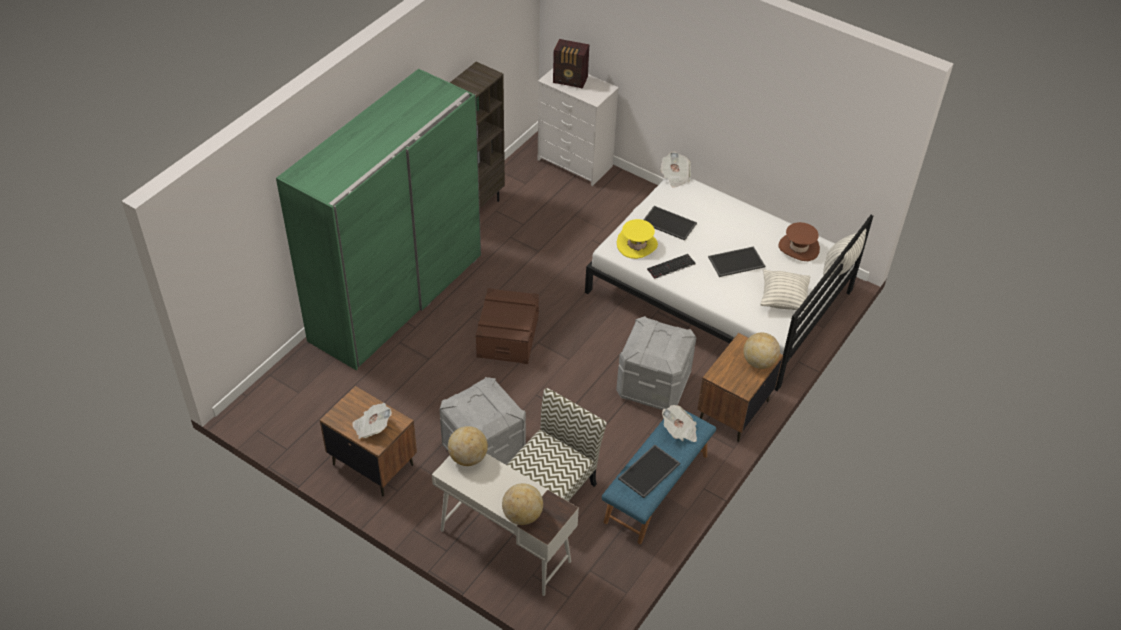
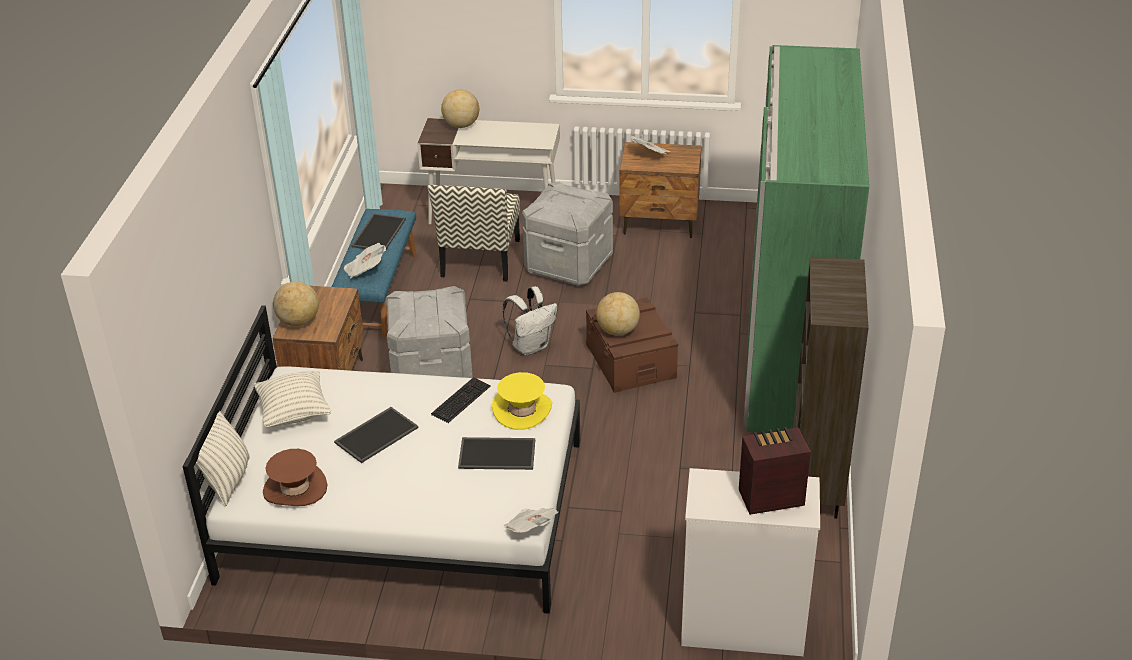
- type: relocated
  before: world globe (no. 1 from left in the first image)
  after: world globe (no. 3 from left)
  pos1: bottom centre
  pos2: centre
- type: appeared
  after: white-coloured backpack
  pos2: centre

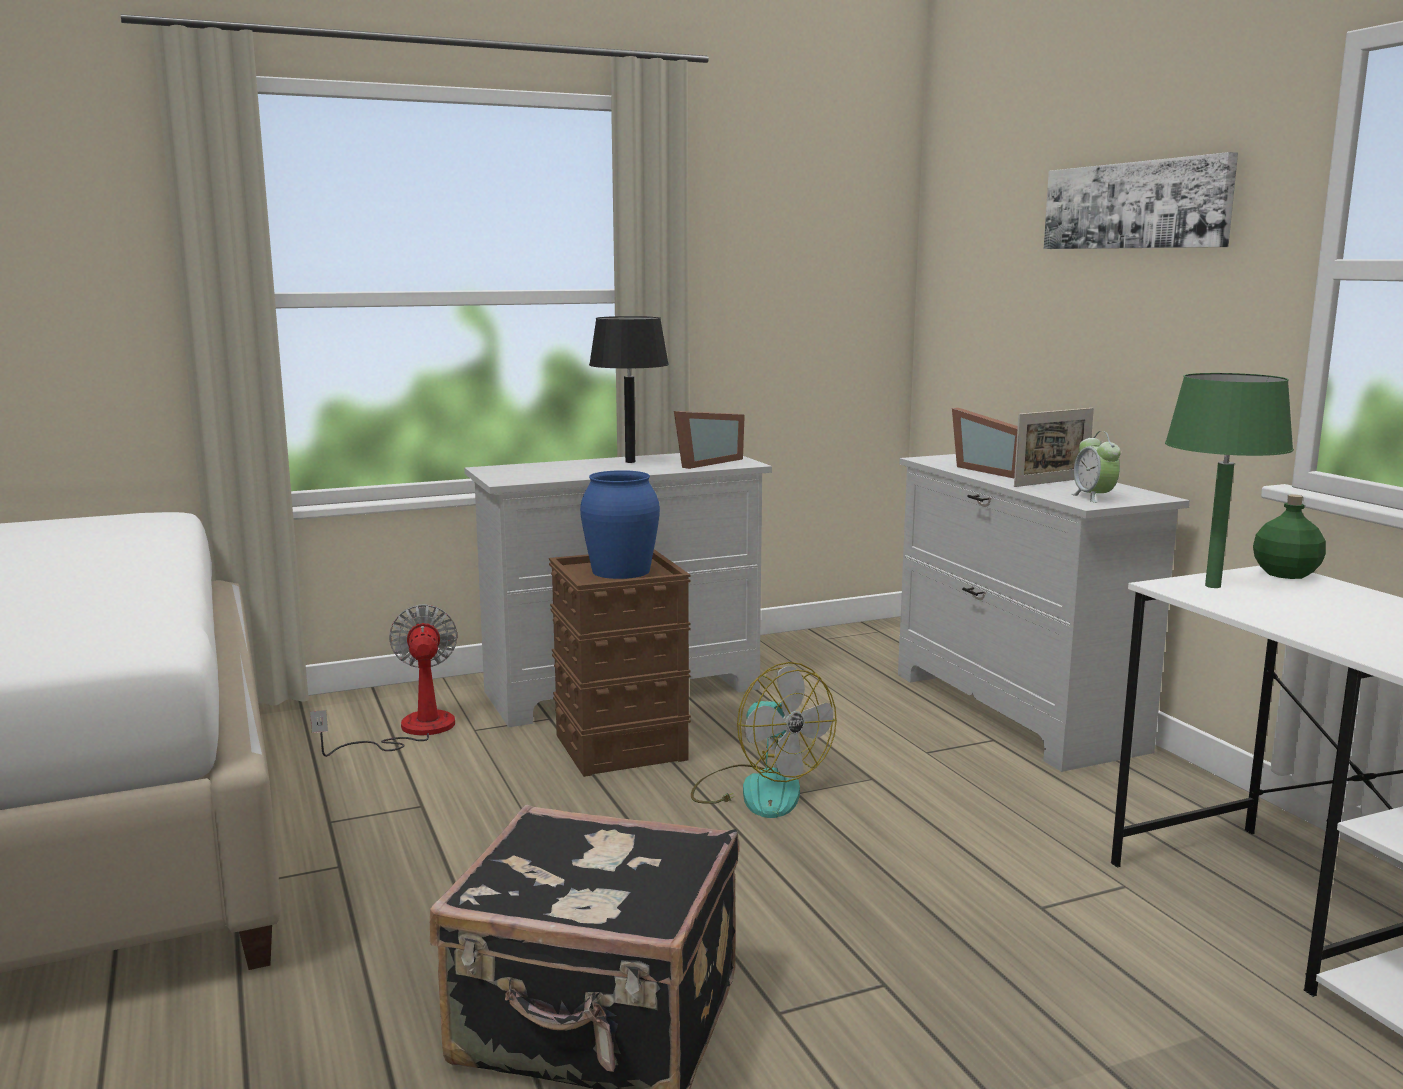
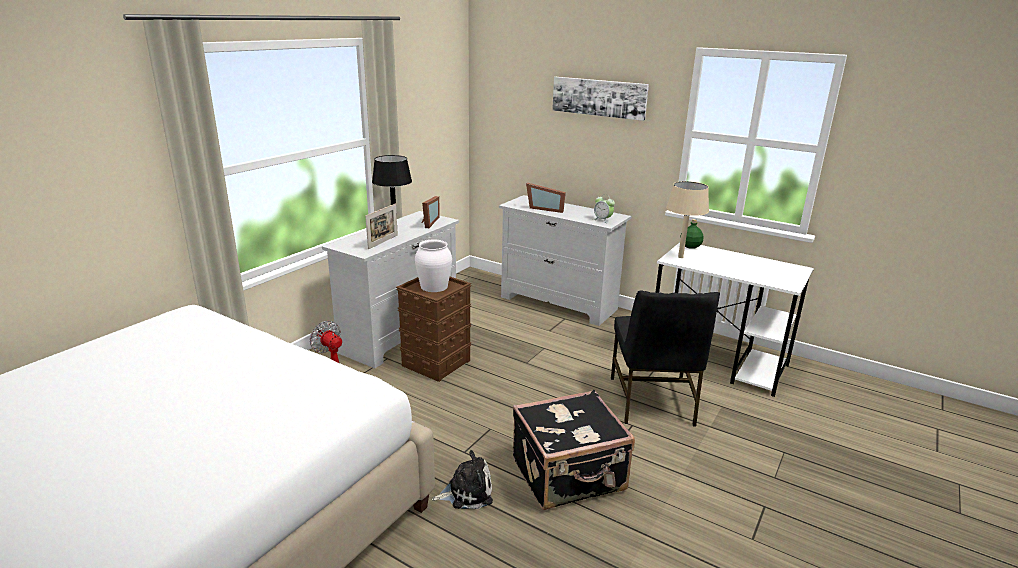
- type: colour
  before: greenish lamp for a table
  after: beige lamp for a table
  pos1: middle right
  pos2: middle right
- type: relocated
  before: standing frame (no. 3 from left in the first image)
  after: standing frame (no. 1 from left)
  pos1: middle right
  pos2: centre
- type: colour
  before: blue decorative vase
  after: white-coloured decorative vase
  pos1: centre
  pos2: centre
- type: missing
  before: fan (no. 2 from left)
  pos1: bottom centre
- type: appeared
  after: black-coloured plain chair
  pos2: centre
- type: appeared
  after: soft toy
  pos2: bottom centre

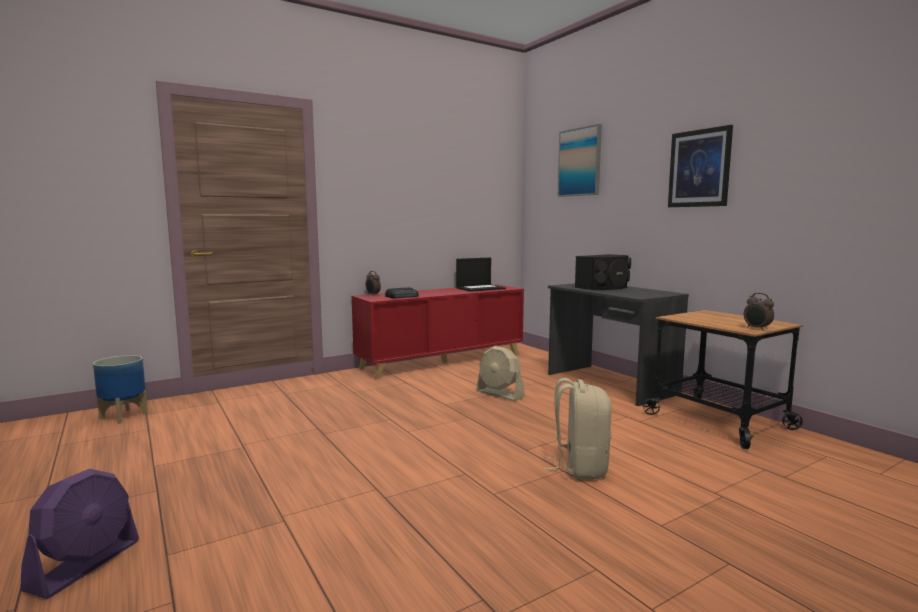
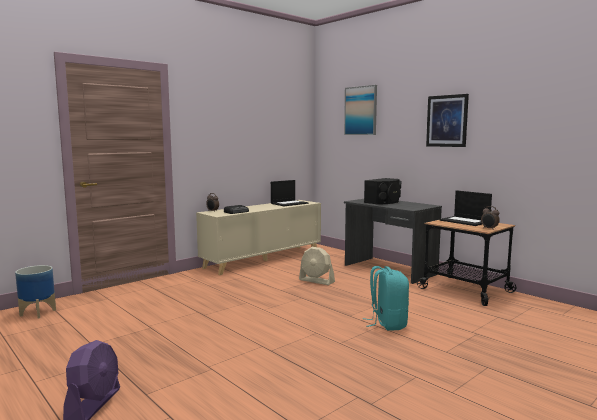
- type: colour
  before: red storage cabinet
  after: beige storage cabinet
  pos1: centre
  pos2: centre
- type: colour
  before: beige backpack
  after: turquoise backpack
  pos1: bottom centre
  pos2: bottom centre
- type: appeared
  after: laptop (no. 2 from left)
  pos2: middle right

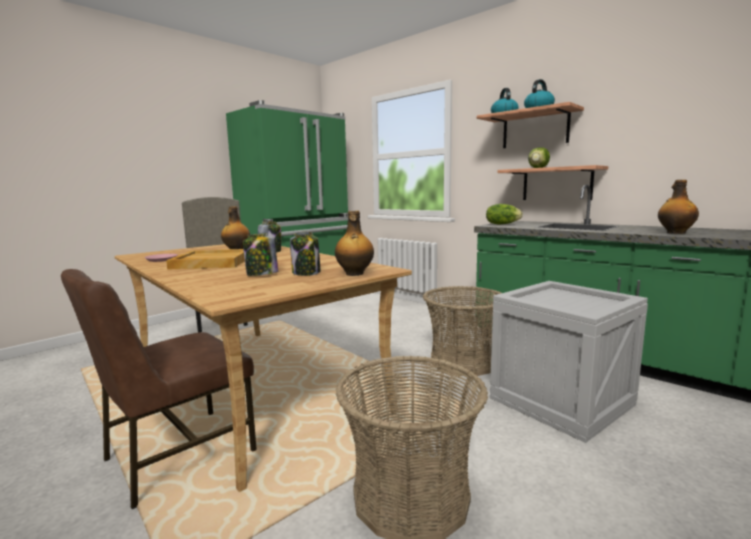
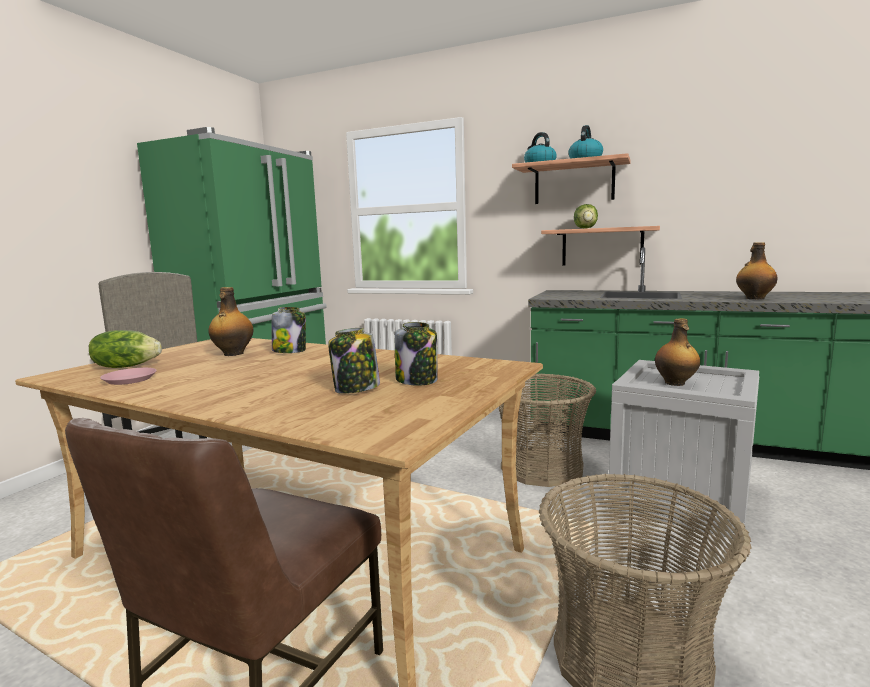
- type: relocated
  before: lettuce head (no. 1 from left)
  pos1: middle right
  pos2: middle left
- type: relocated
  before: bottle (no. 2 from left)
  pos1: centre
  pos2: middle right
- type: missing
  before: beige carrying tray
  pos1: middle left

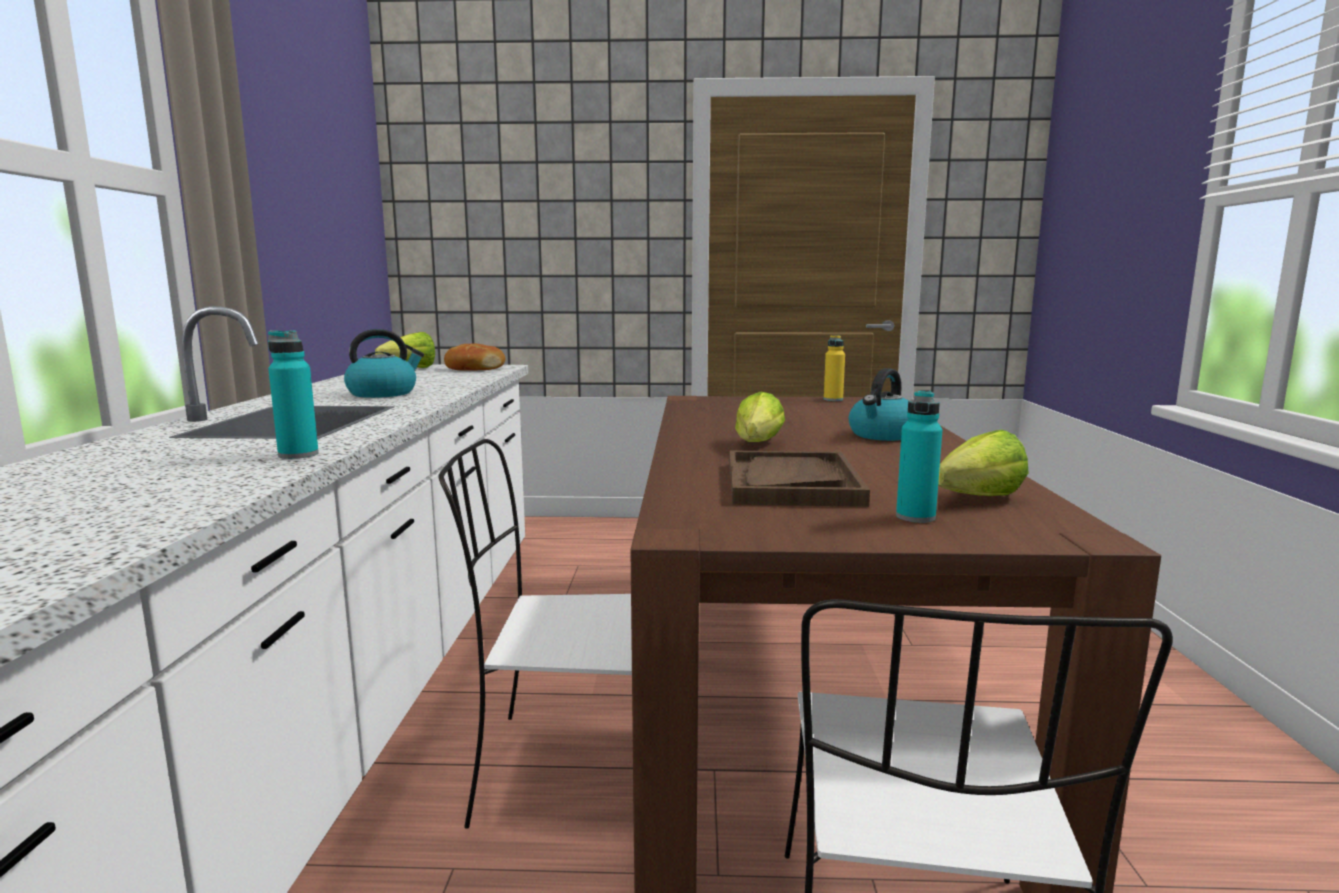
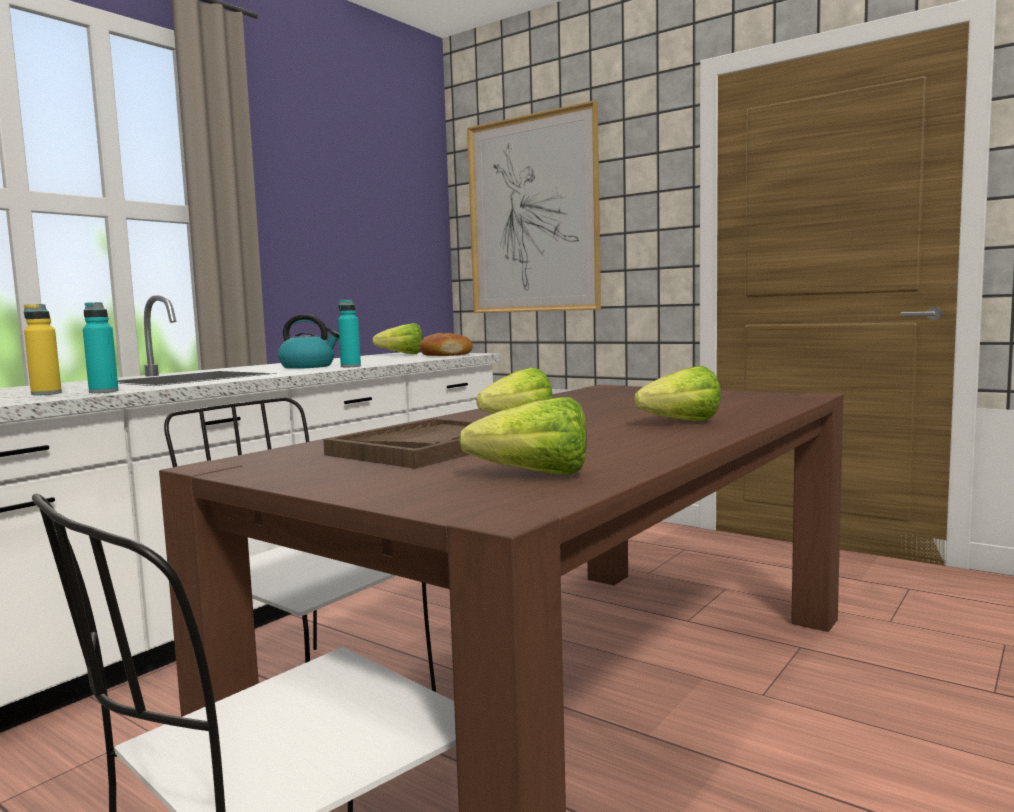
- type: relocated
  before: yellow-coloured bottle
  pos1: centre
  pos2: middle left
- type: exchanged
  before: kettle (no. 2 from left)
  after: lettuce head (no. 4 from left)
  pos1: centre
  pos2: middle right
- type: relocated
  before: turquoise bottle (no. 2 from left)
  pos1: middle right
  pos2: centre
- type: appeared
  after: picture
  pos2: top centre

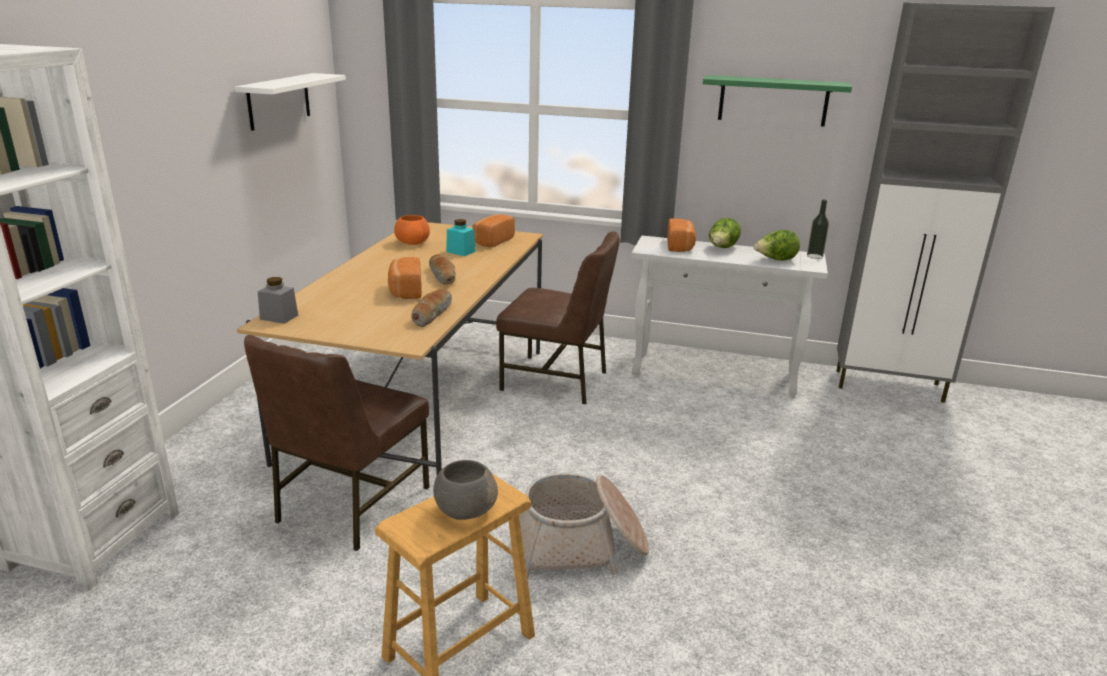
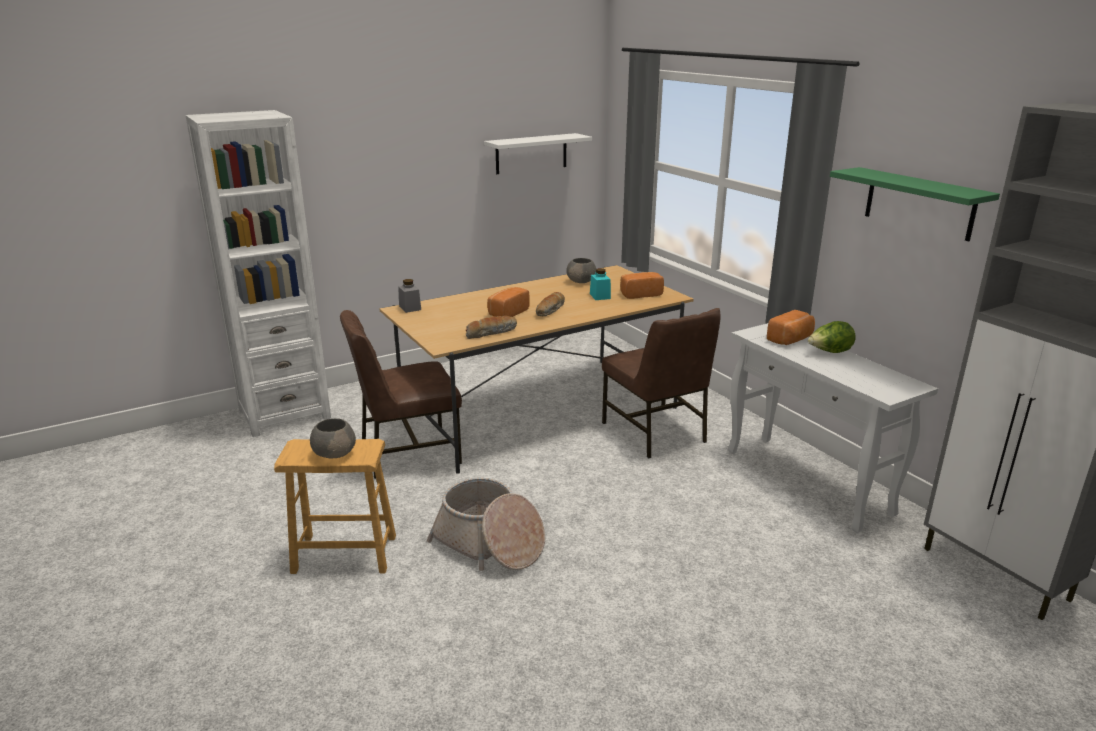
- type: missing
  before: bottle
  pos1: middle right
- type: colour
  before: orange deep dish
  after: grey deep dish (no. 2 from left)
  pos1: centre
  pos2: centre
- type: missing
  before: lettuce head (no. 2 from left)
  pos1: middle right

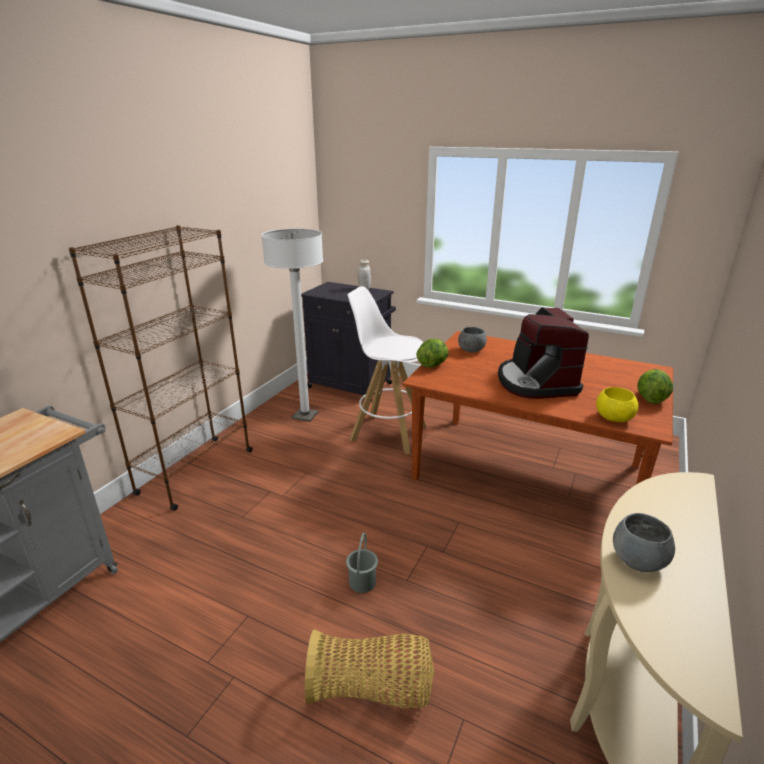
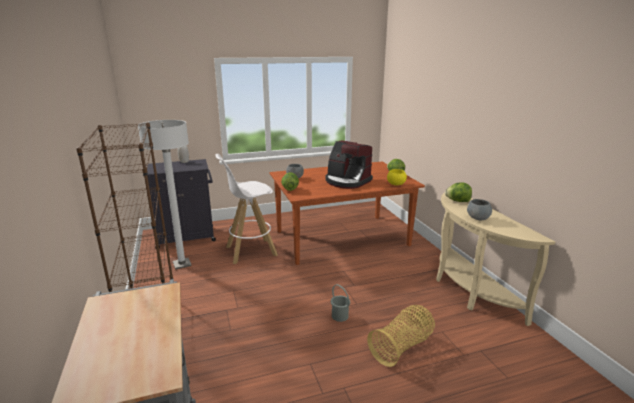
- type: appeared
  after: lettuce head (no. 3 from left)
  pos2: middle right

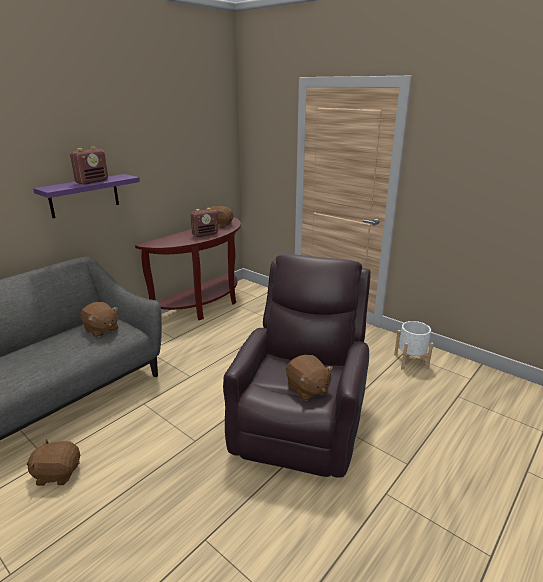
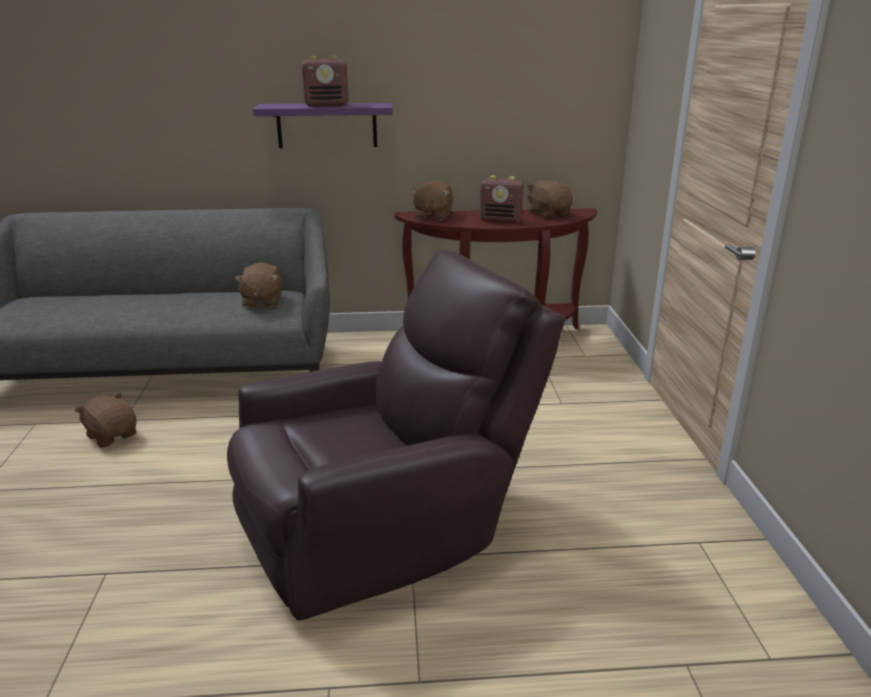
- type: missing
  before: white-coloured flower pot
  pos1: middle right
- type: relocated
  before: brown soft toy (no. 4 from left in the first image)
  after: brown soft toy (no. 3 from left)
  pos1: centre
  pos2: top centre

